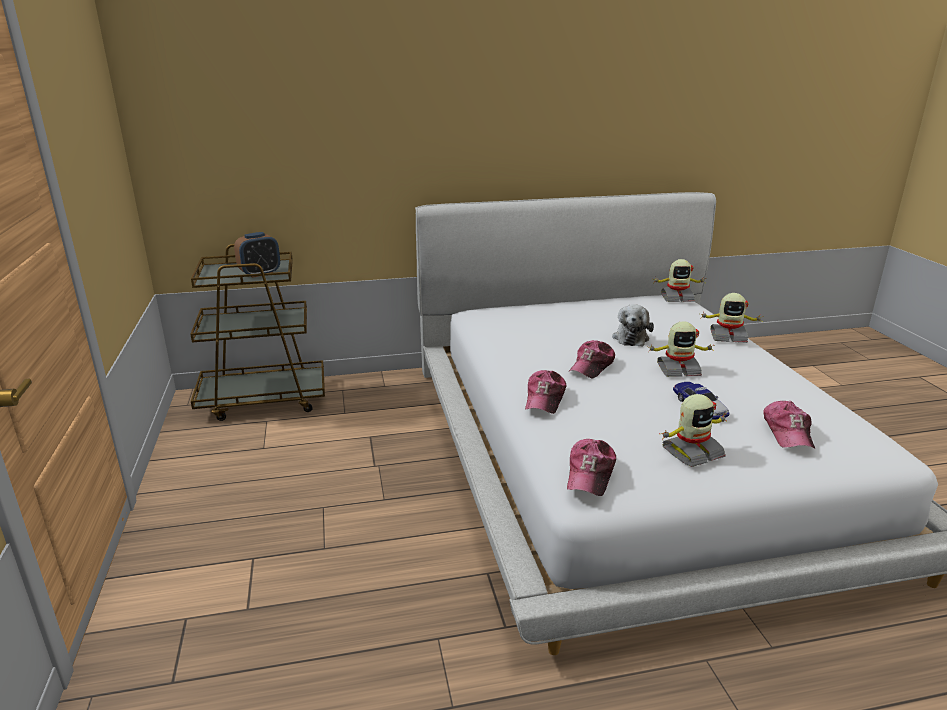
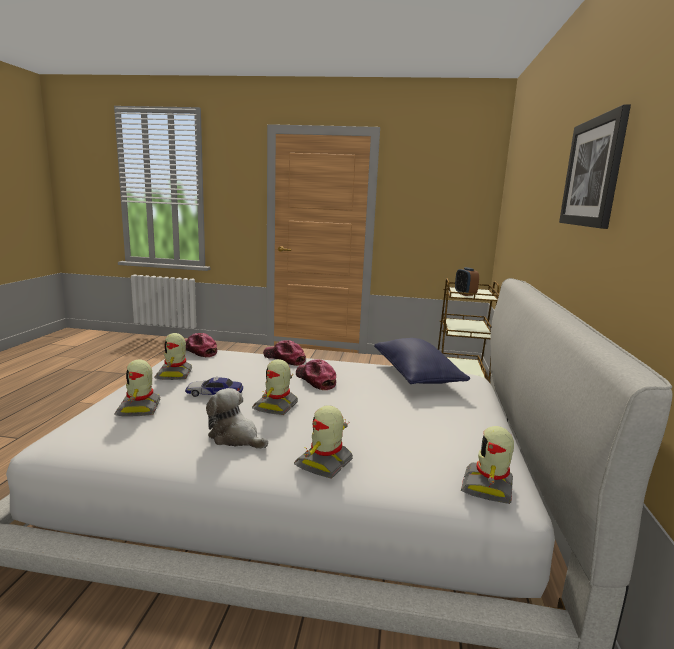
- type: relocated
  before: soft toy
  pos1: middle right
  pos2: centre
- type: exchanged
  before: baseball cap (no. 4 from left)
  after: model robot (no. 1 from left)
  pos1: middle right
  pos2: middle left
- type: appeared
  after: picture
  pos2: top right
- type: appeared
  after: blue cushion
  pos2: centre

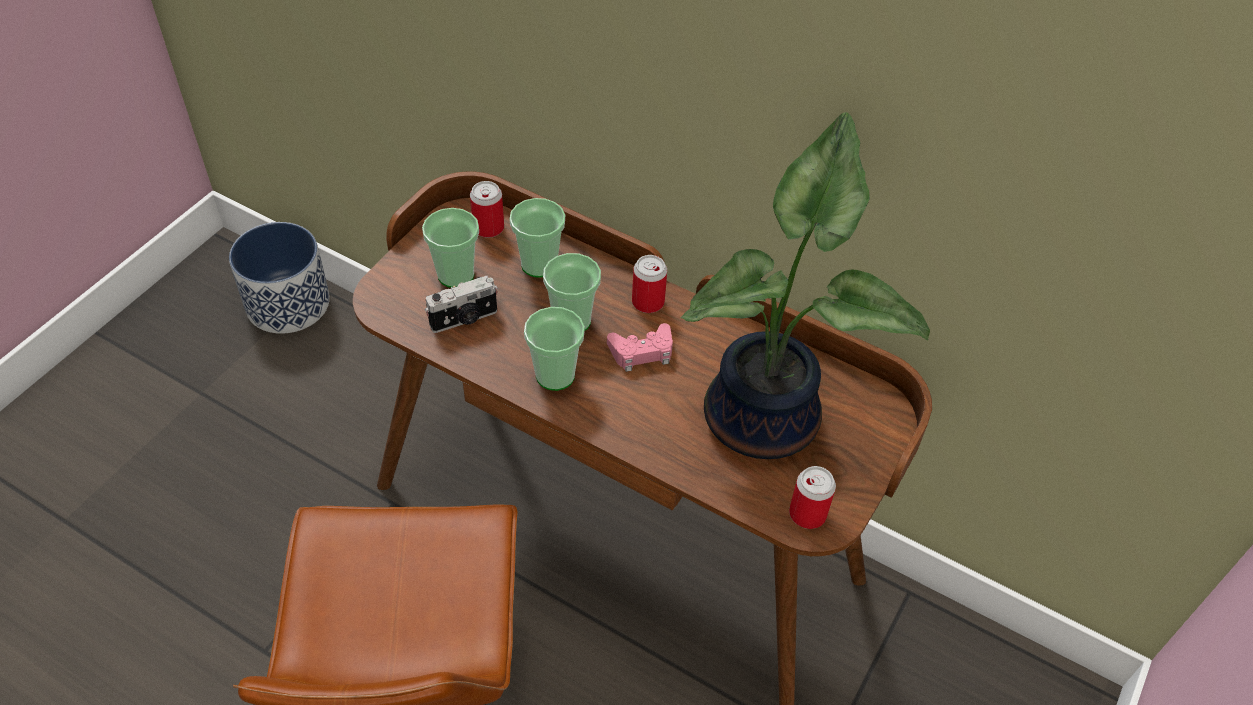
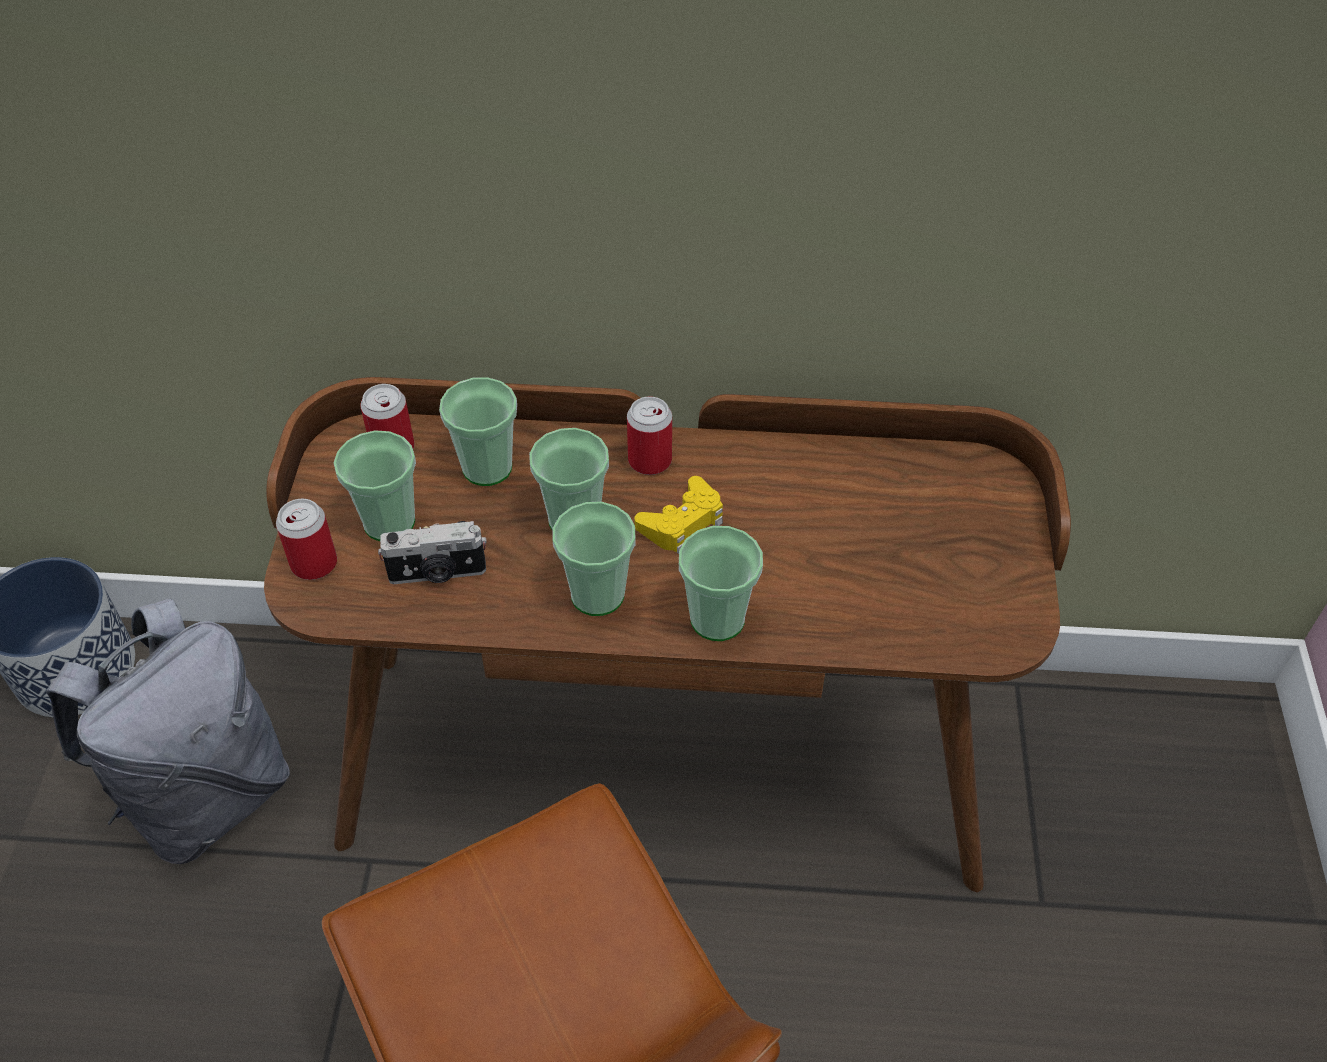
- type: missing
  before: potted plant
  pos1: centre
- type: spun
  before: photo camera
  pos1: centre
  pos2: middle left
  turn: 45
- type: colour
  before: pink game controller
  after: yellow-coloured game controller
  pos1: centre
  pos2: centre
- type: relocated
  before: metal can (no. 3 from left in the first image)
  after: metal can (no. 1 from left)
  pos1: bottom centre
  pos2: middle left
- type: appeared
  after: drinking cup (no. 5 from left)
  pos2: centre
- type: appeared
  after: grey backpack
  pos2: bottom left

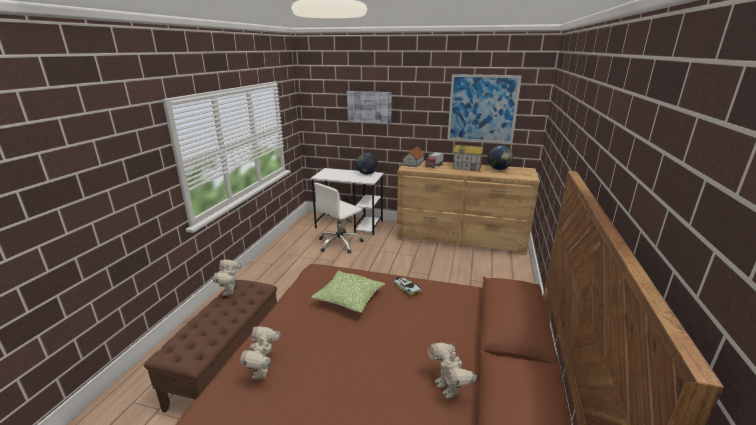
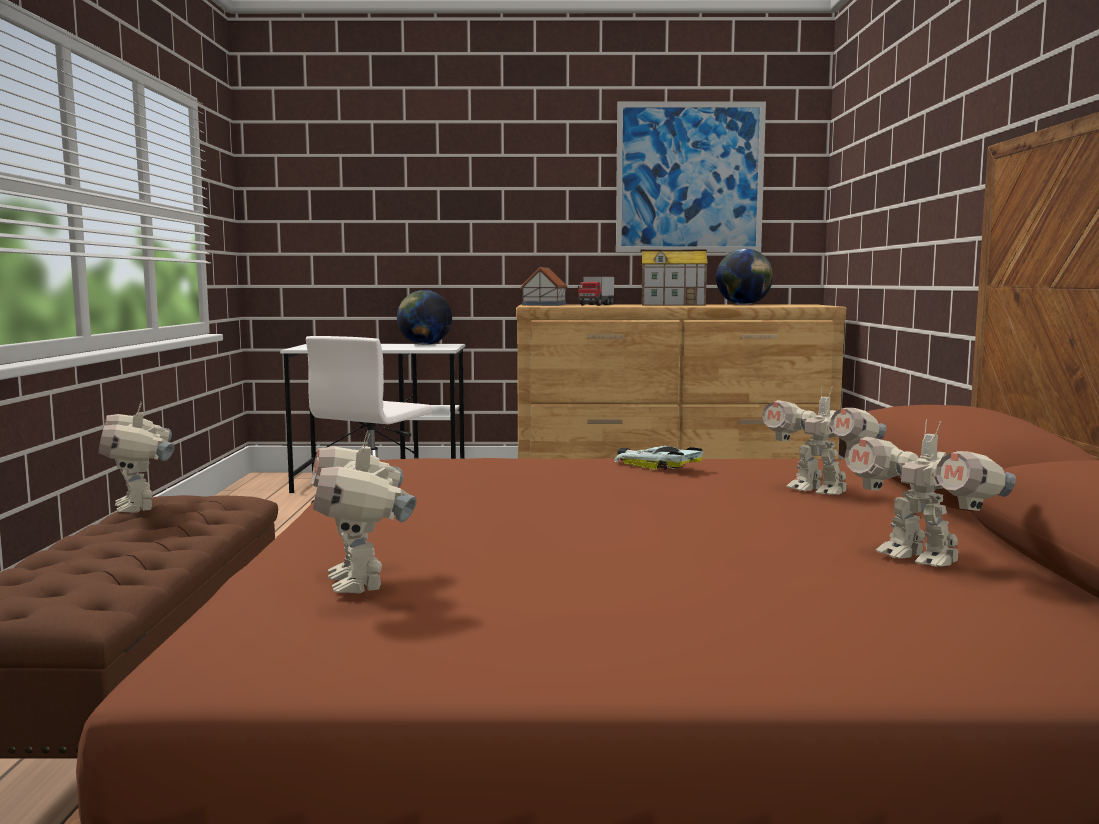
- type: missing
  before: picture (no. 1 from left)
  pos1: top centre
- type: missing
  before: cushion
  pos1: bottom centre
- type: appeared
  after: model robot (no. 3 from left)
  pos2: middle right

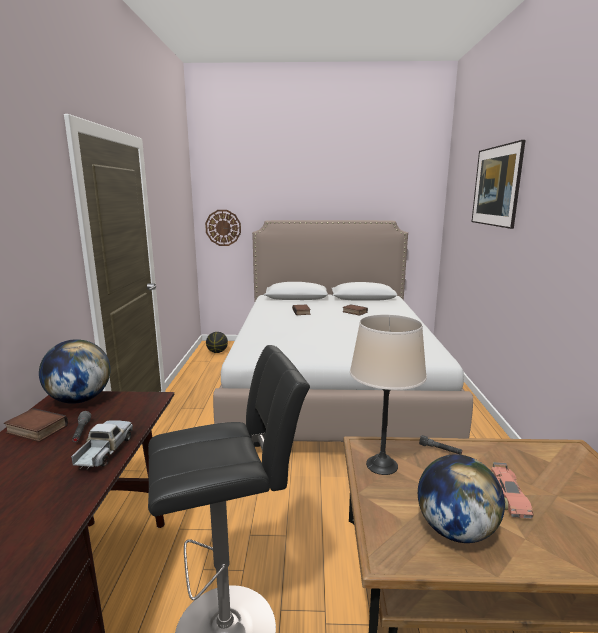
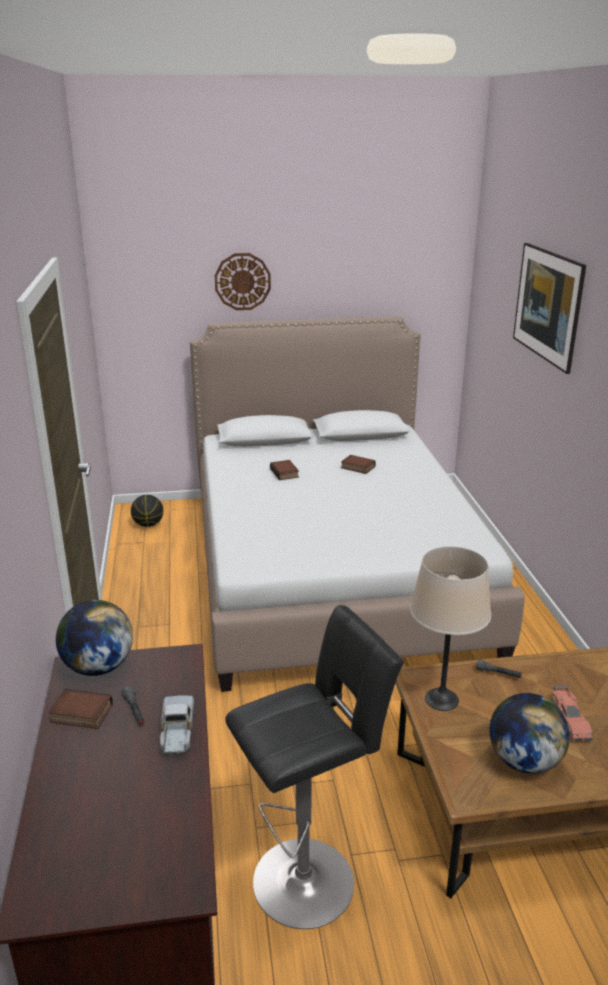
- type: relocated
  before: wall clock
  pos1: centre
  pos2: top centre

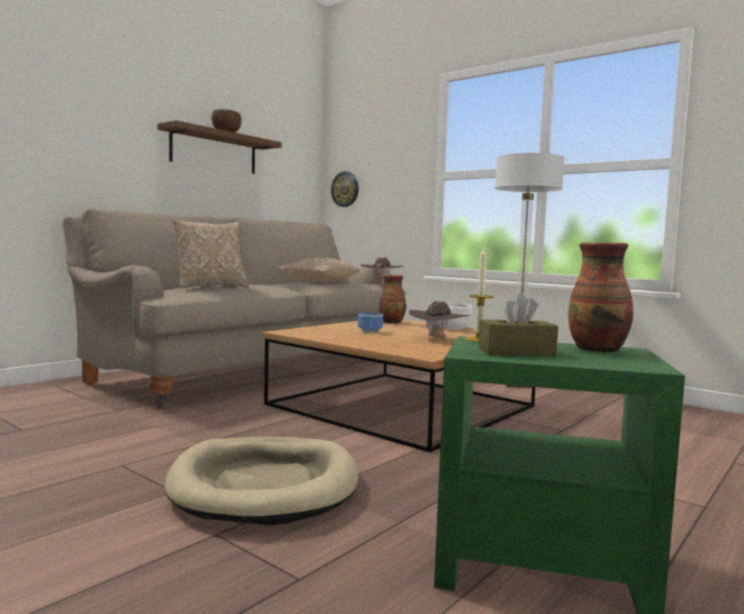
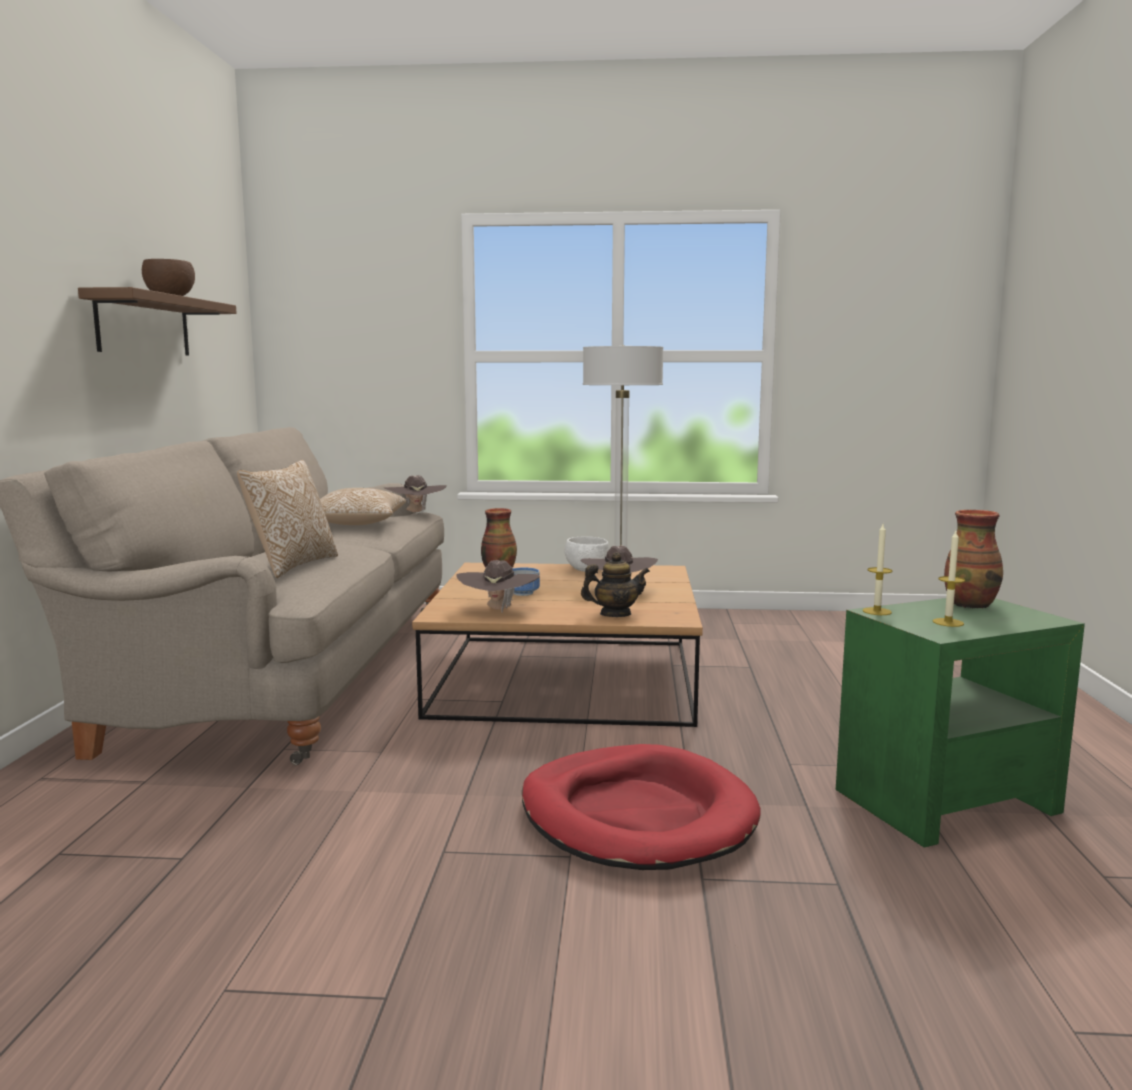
- type: missing
  before: wall clock
  pos1: top centre
- type: exchanged
  before: brown tissue box
  after: wax candle (no. 2 from left)
  pos1: middle right
  pos2: middle right
- type: colour
  before: beige dog bed
  after: red dog bed
  pos1: bottom centre
  pos2: bottom centre
- type: appeared
  after: teapot
  pos2: centre
- type: appeared
  after: brown hat (no. 2 from left)
  pos2: centre

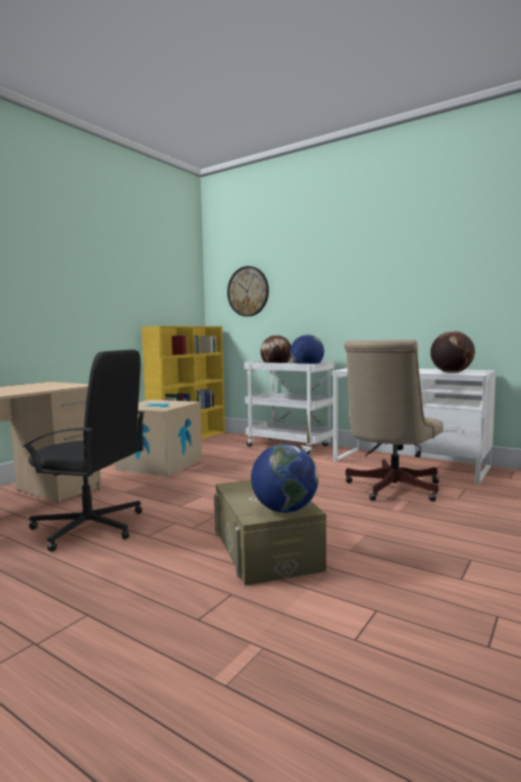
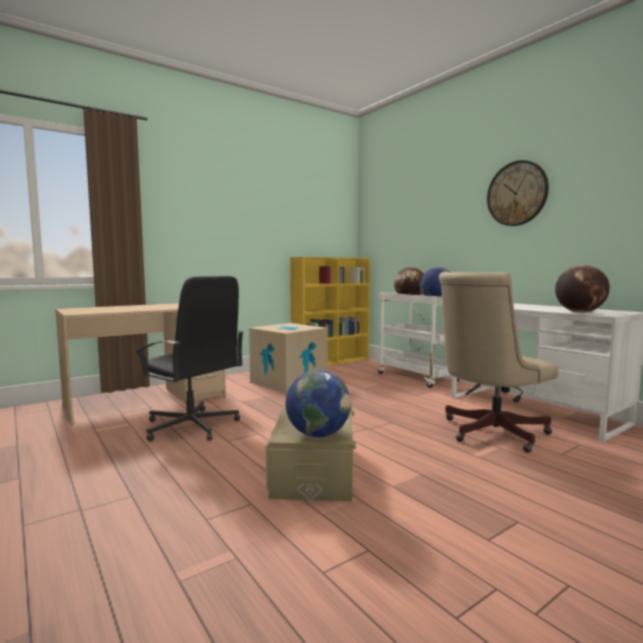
- type: relocated
  before: wall clock
  pos1: centre
  pos2: top right

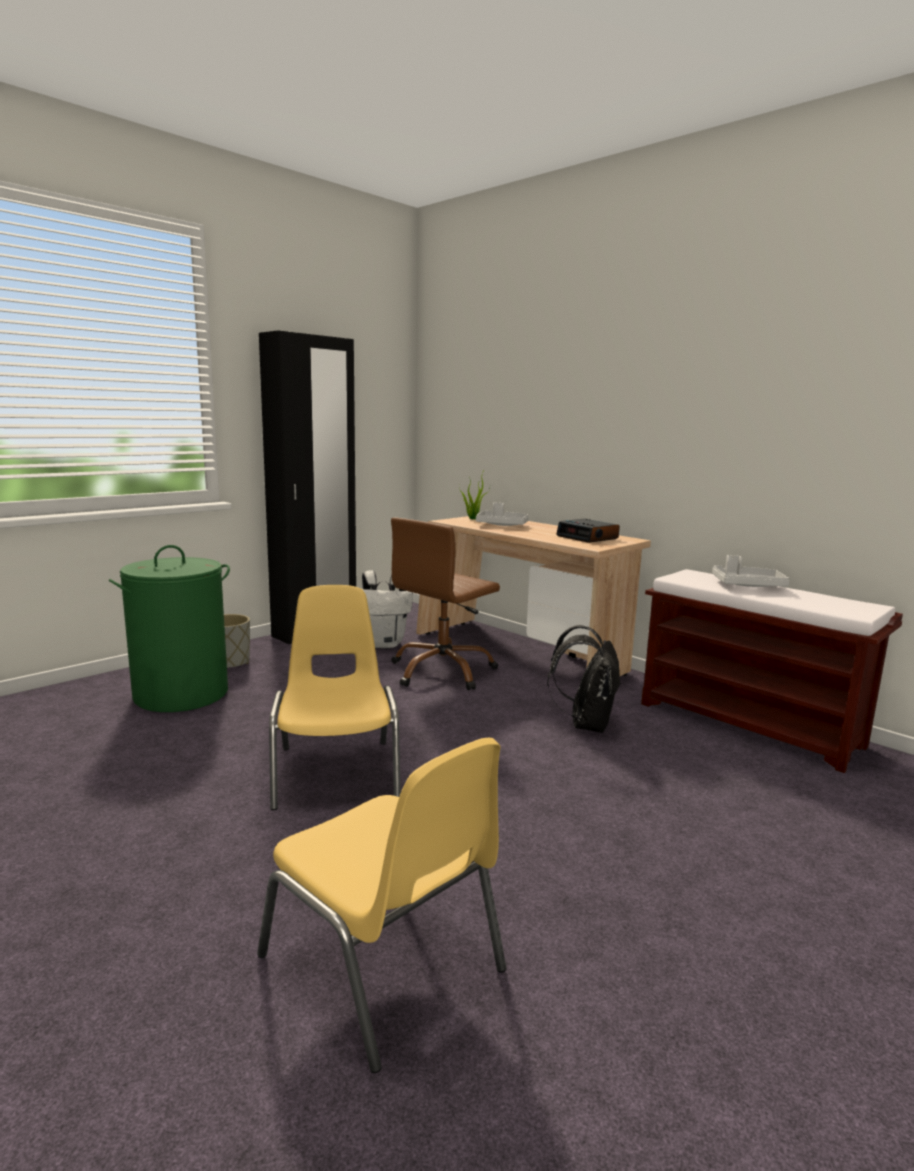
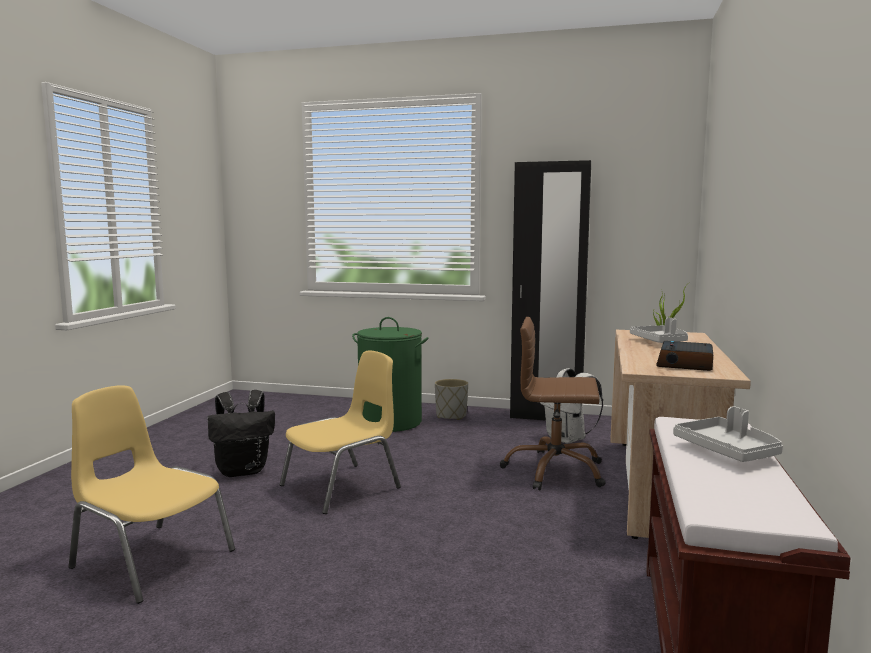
- type: relocated
  before: black-coloured backpack
  pos1: centre
  pos2: middle left
- type: spun
  before: yellow-coloured plain chair (no. 2 from left in the first image)
  pos1: bottom centre
  pos2: bottom left
  turn: 105

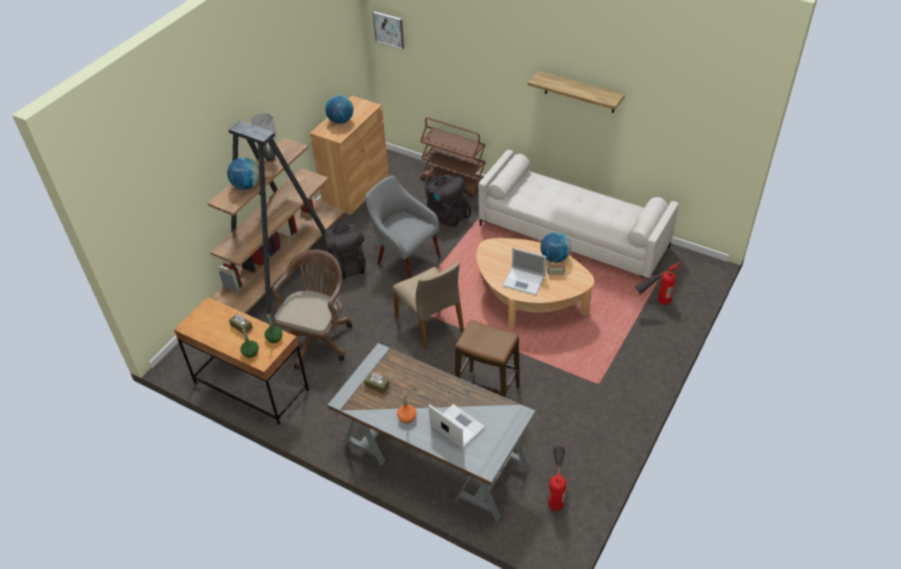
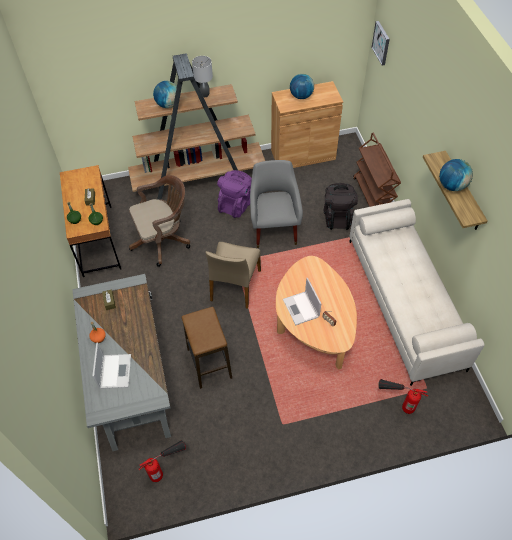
- type: colour
  before: black-coloured backpack (no. 1 from left)
  after: purple-coloured backpack
  pos1: centre
  pos2: centre
- type: relocated
  before: world globe (no. 3 from left)
  pos1: centre
  pos2: top right

